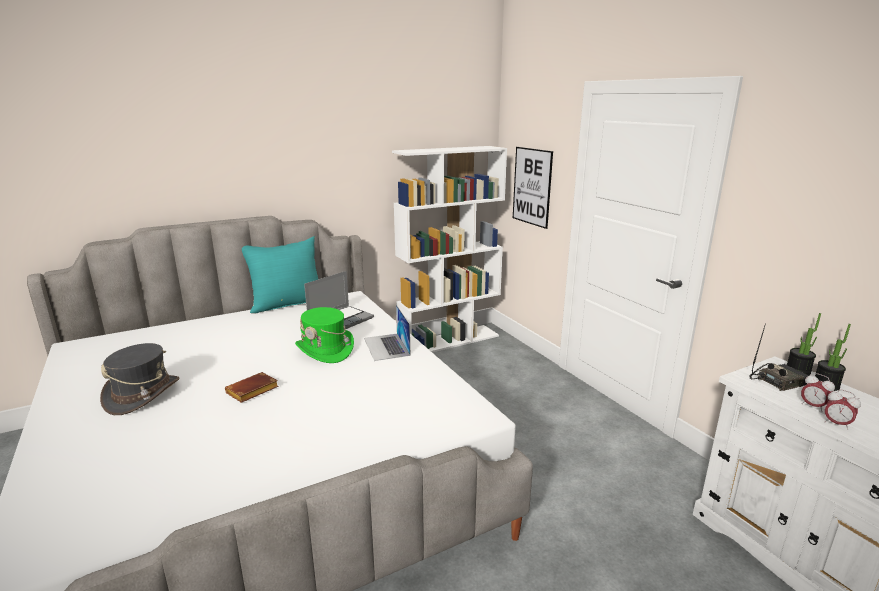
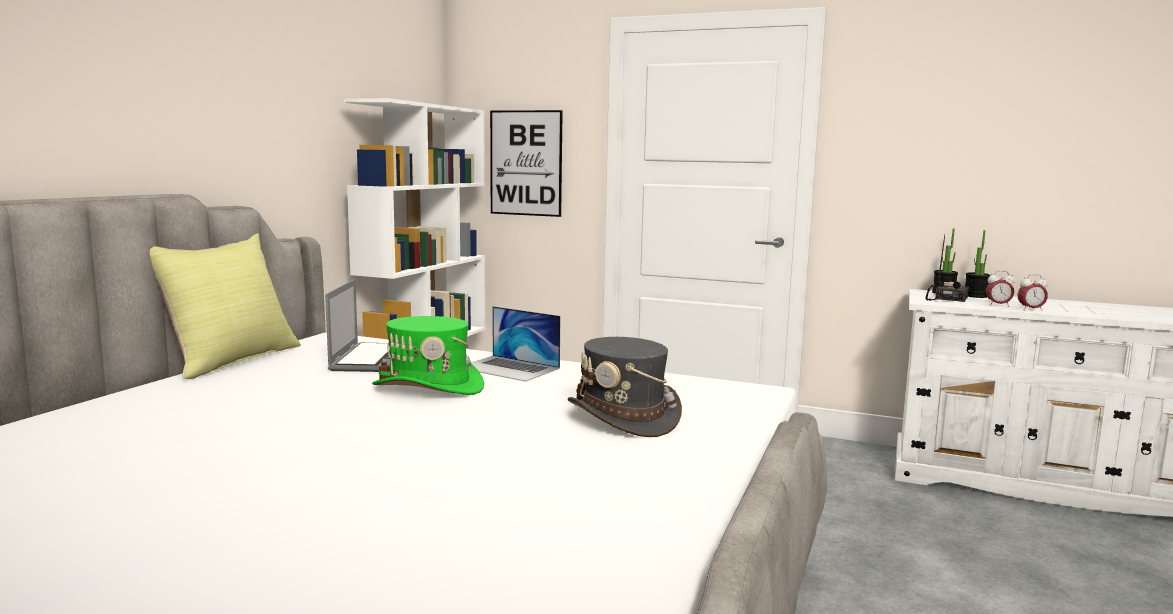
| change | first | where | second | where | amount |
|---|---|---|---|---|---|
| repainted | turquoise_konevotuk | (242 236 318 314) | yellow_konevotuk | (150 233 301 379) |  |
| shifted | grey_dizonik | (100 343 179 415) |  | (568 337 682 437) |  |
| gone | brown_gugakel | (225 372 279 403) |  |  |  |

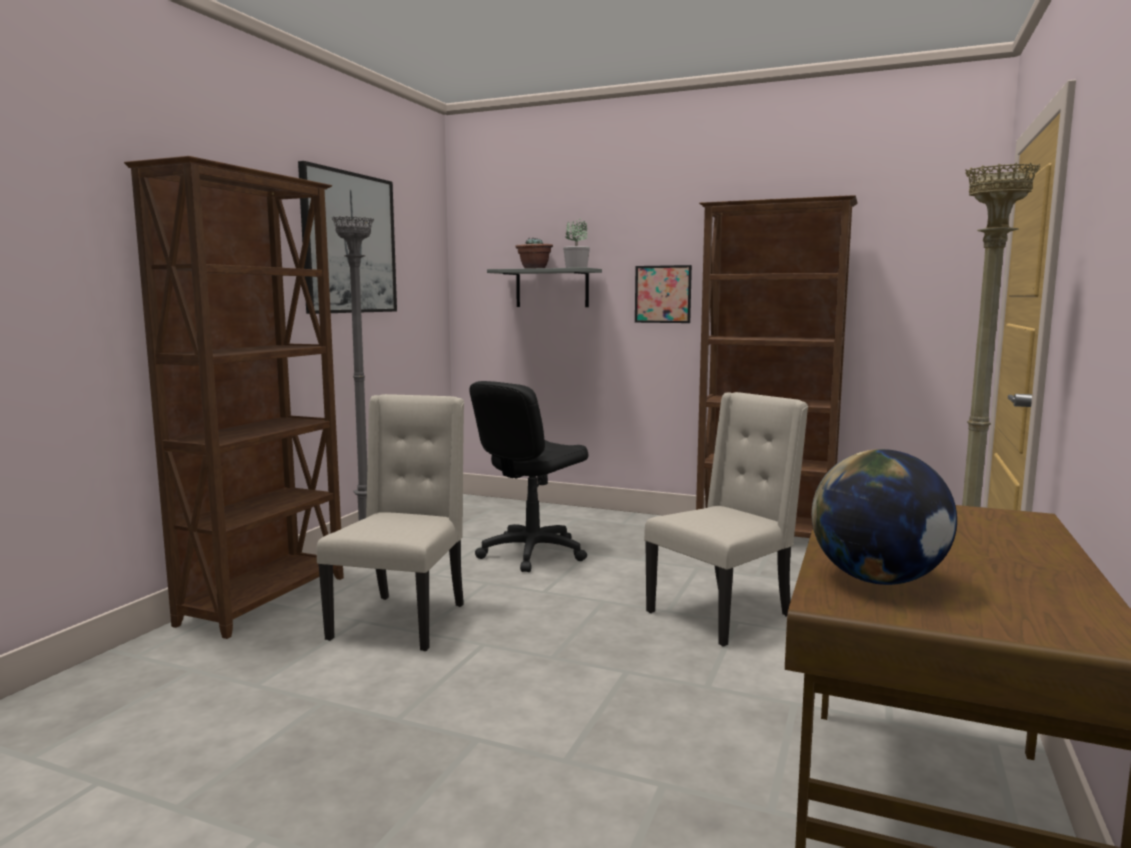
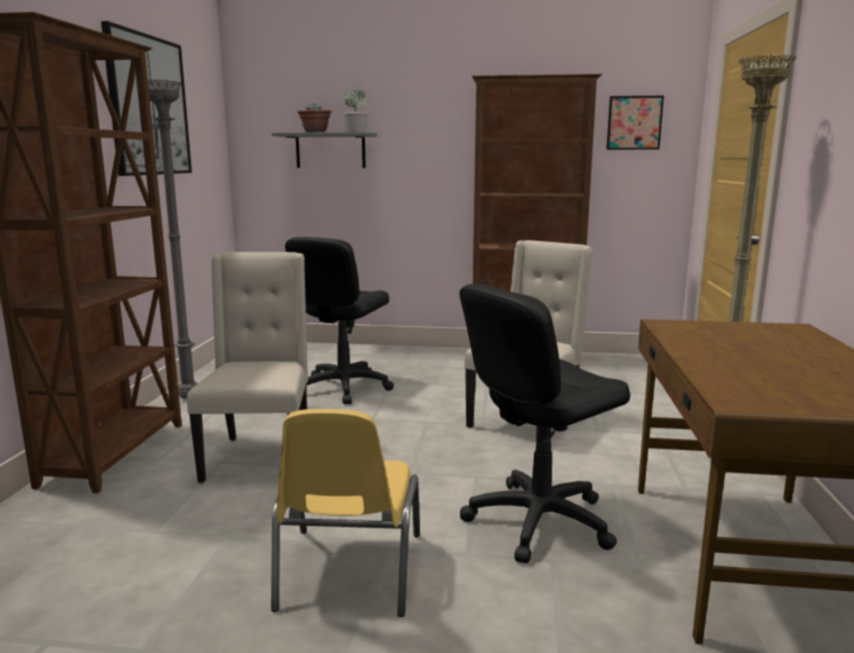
| change | first | where | second | where | amount |
|---|---|---|---|---|---|
| new |  |  | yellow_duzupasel | (271 409 420 617) |  |
| new |  |  | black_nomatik | (460 284 630 564) |  |
| shifted | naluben | (635 265 692 323) |  | (606 96 664 150) |  |
| gone | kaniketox | (812 449 957 585) |  |  |  |

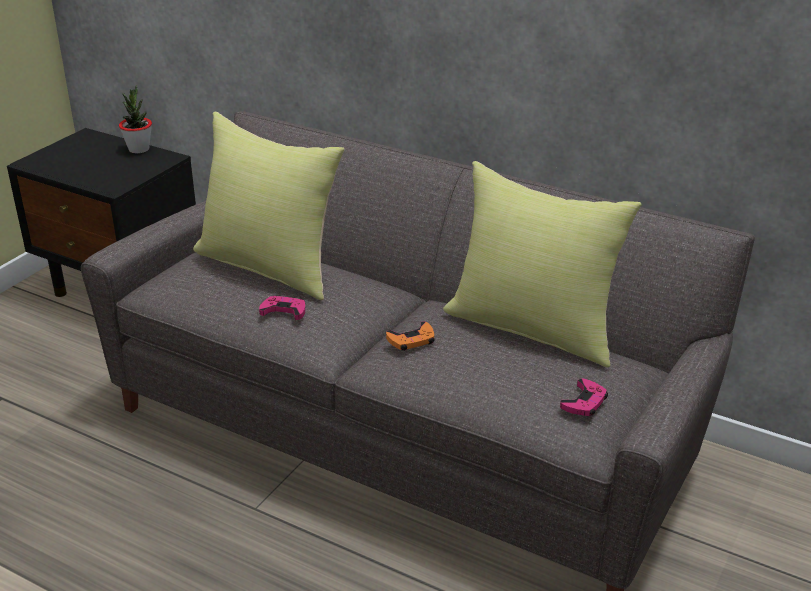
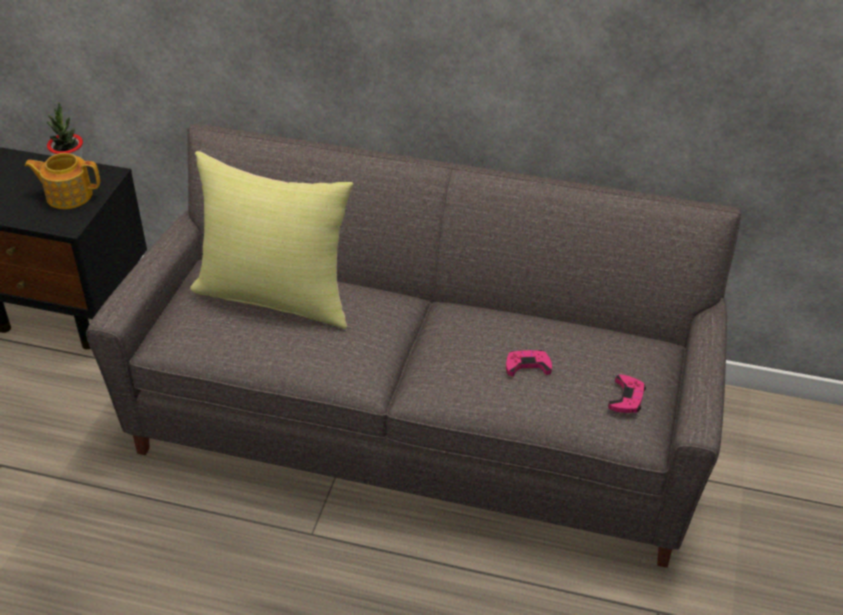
| change | first | where | second | where | amount |
|---|---|---|---|---|---|
| new |  |  | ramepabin | (24 153 100 209) |  |
| shifted | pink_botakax | (259 296 305 320) |  | (506 350 552 376) |  |
| gone | orange_botakax | (386 322 435 351) |  |  |  |
| gone | yellow_konevotuk | (443 161 642 368) |  |  |  |

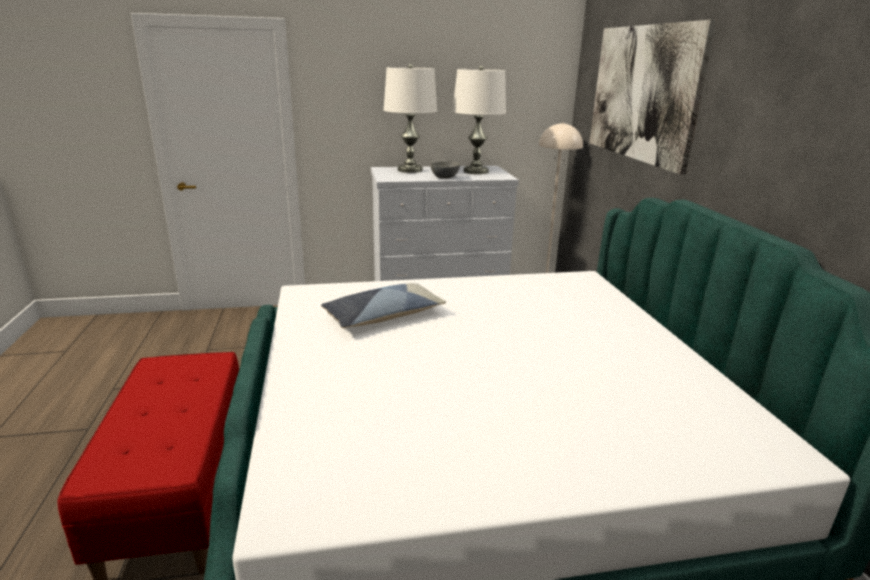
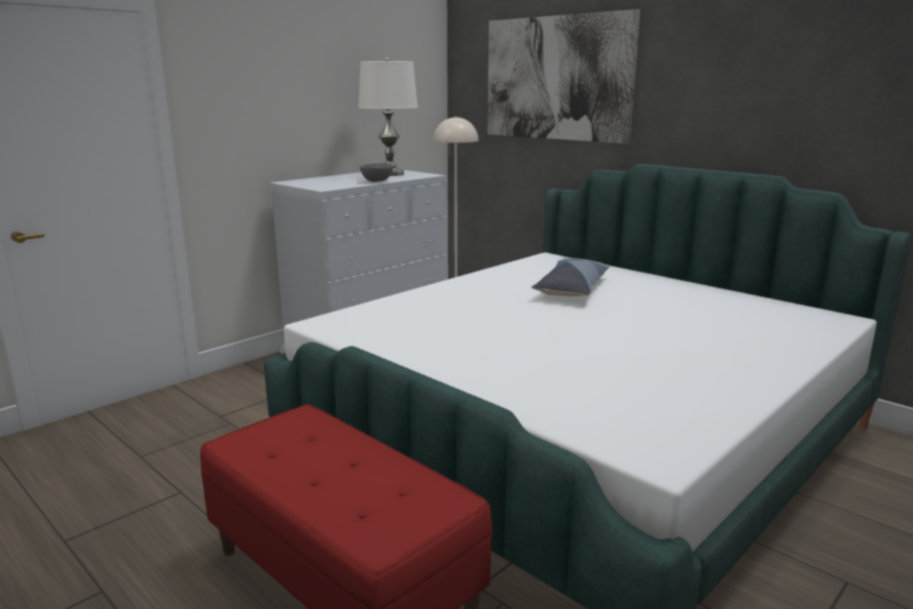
| change | first | where | second | where | amount |
|---|---|---|---|---|---|
| shifted | konevotuk | (321 283 446 328) |  | (531 258 610 296) |  |
| gone | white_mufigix | (383 64 437 173) |  |  |  |

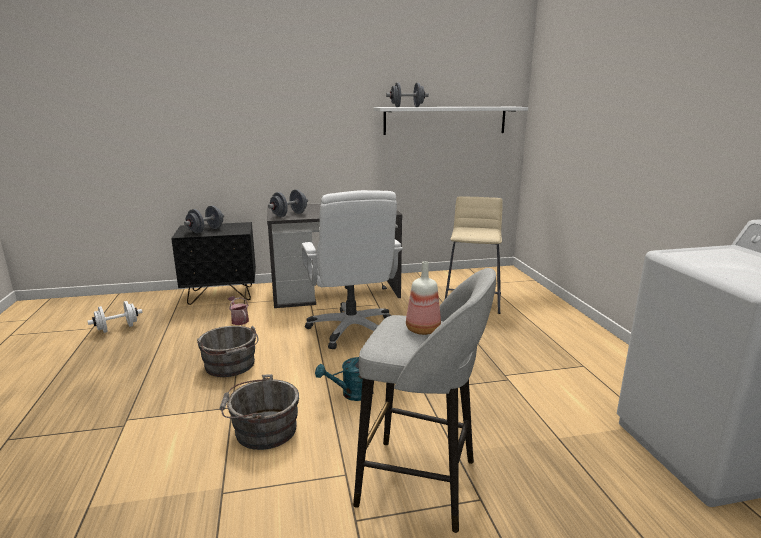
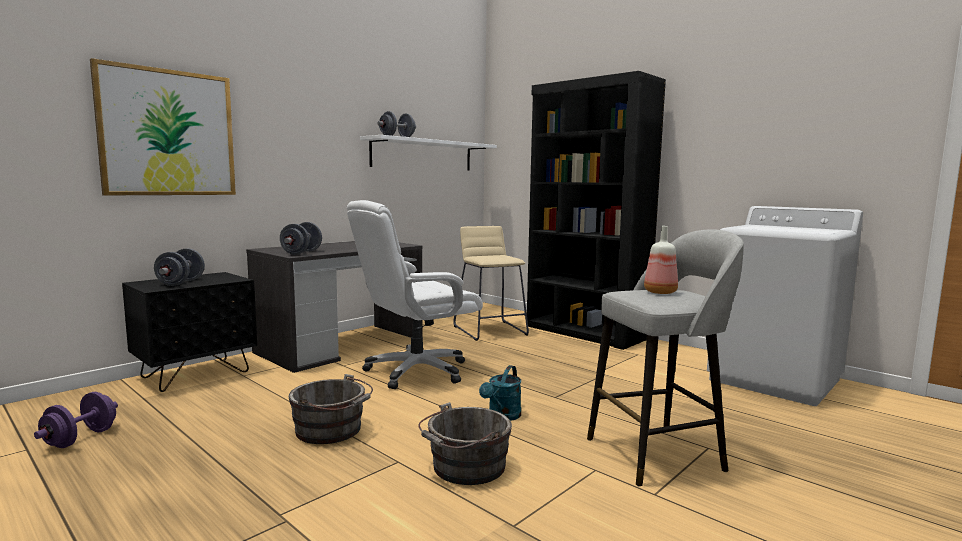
| change | first | where | second | where | amount |
|---|---|---|---|---|---|
| repainted | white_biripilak | (87 301 142 333) | purple_biripilak | (34 392 118 448) |  |
| new |  |  | naluben | (90 58 236 195) |  |
| rotated | white_nomatik | (301 190 403 349) |  | (347 200 483 389) | 105 degrees clockwise |
| new |  |  | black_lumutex | (527 71 666 350) |  |
| gone | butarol | (228 296 249 325) |  |  |  |

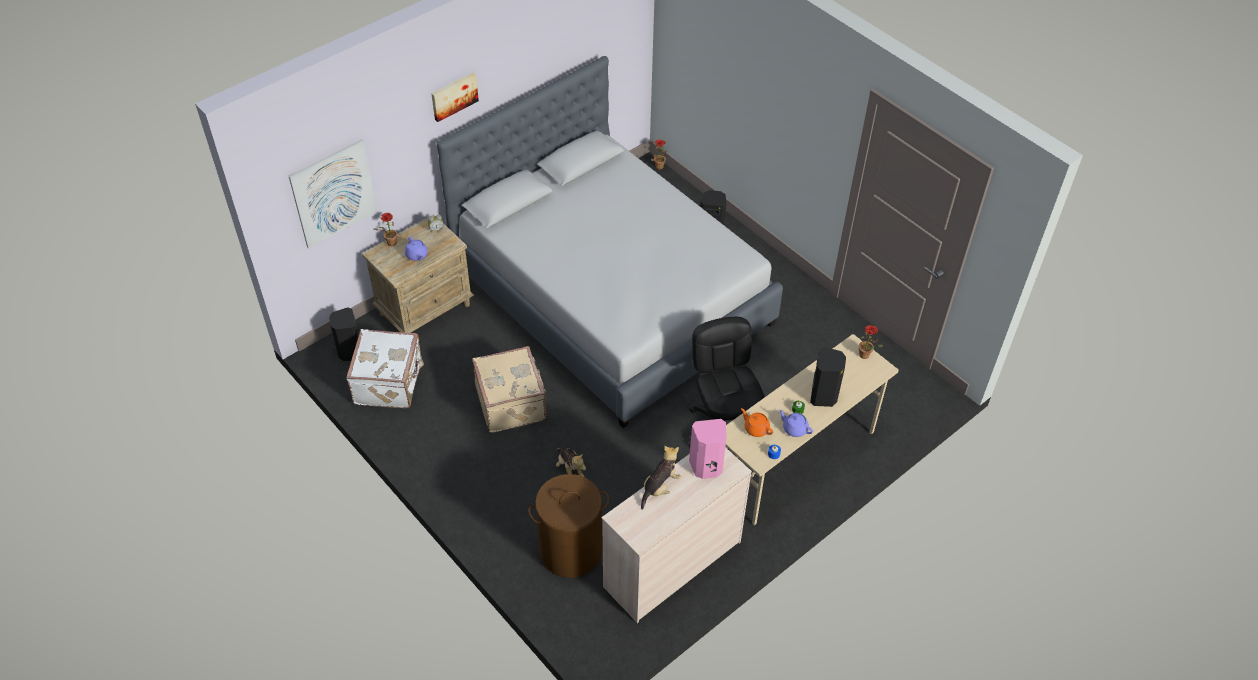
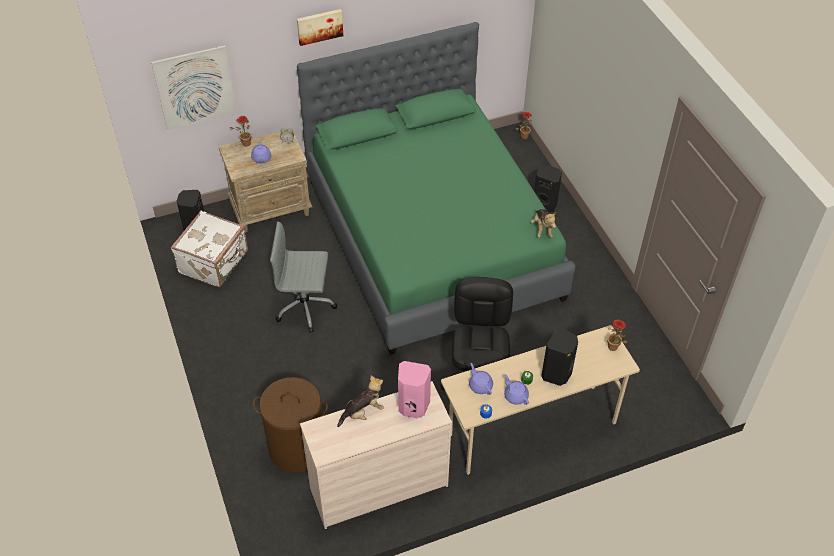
| change | first | where | second | where | amount |
|---|---|---|---|---|---|
| swapped | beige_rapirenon | (472 346 546 433) | grey_nomatik | (270 221 337 333) |  |
| repainted | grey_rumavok | (437 56 783 428) | green_rumavok | (297 22 575 355) |  |
| repainted | orange_ramepabin | (741 408 773 437) | purple_ramepabin | (469 363 493 395) |  |
| shifted | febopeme | (556 448 586 477) |  | (531 209 556 237) |  |

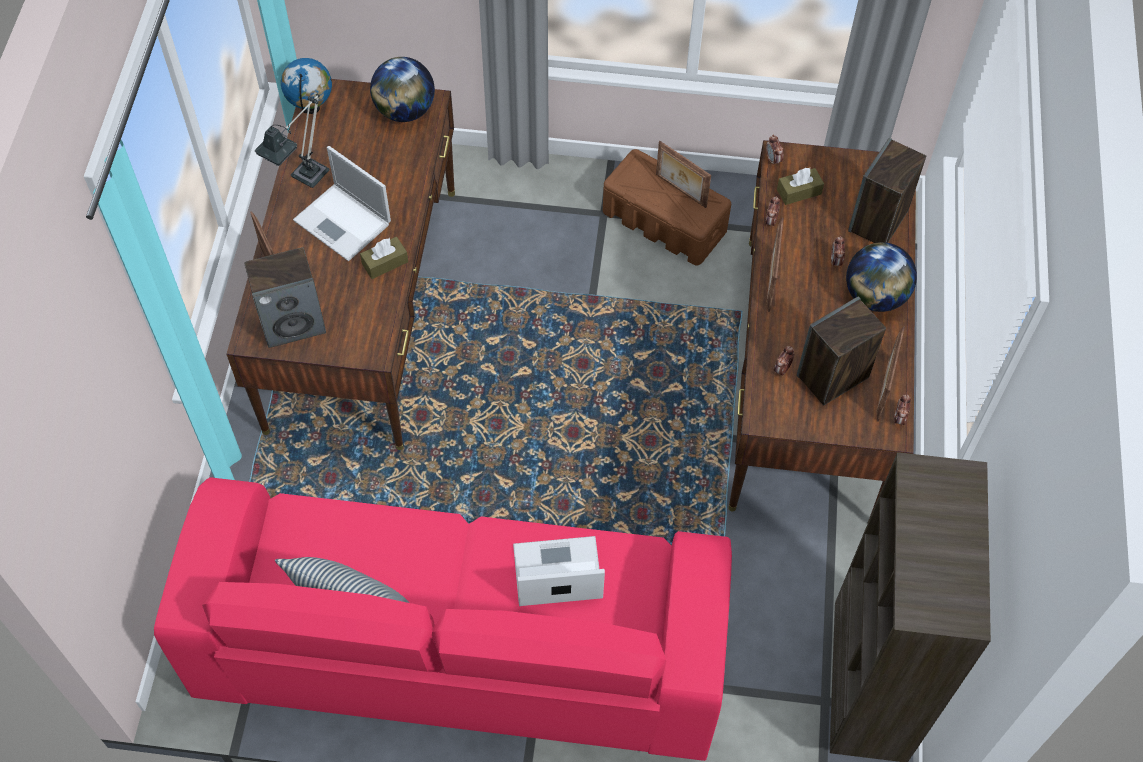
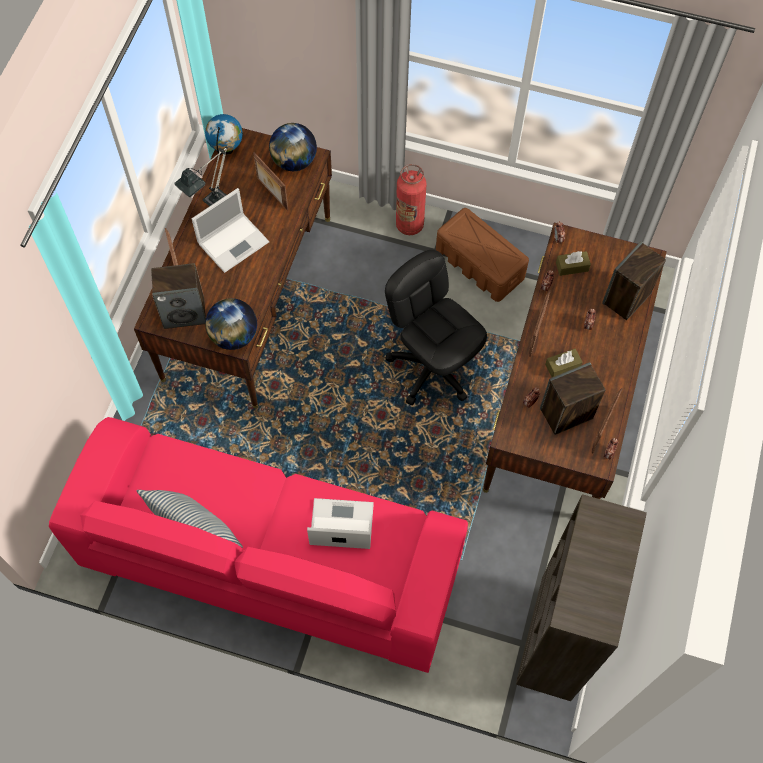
| change | first | where | second | where | amount |
|---|---|---|---|---|---|
| rotated | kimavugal | (293 146 391 261) |  | (192 188 269 273) | 90 degrees counterclockwise |
| shifted | kaniketox | (846 242 917 312) |  | (205 298 257 350) |  |
| shifted | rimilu | (656 141 711 208) |  | (253 152 288 210) |  |
| new |  |  | black_nomatik | (385 250 487 405) |  |
| new |  |  | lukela | (396 164 427 235) |  |
| shifted | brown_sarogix | (360 237 408 279) |  | (545 349 582 377) |  |

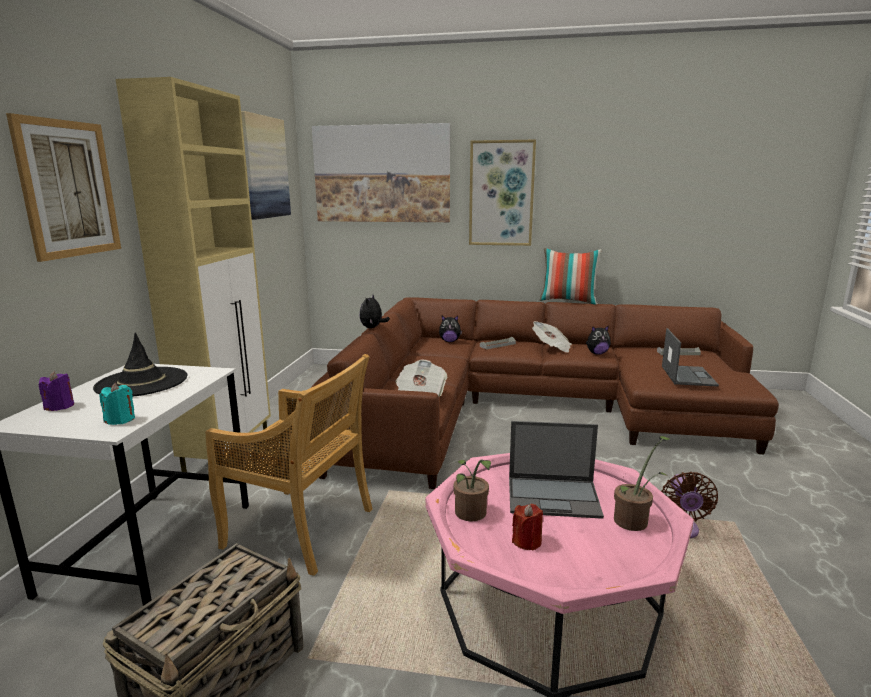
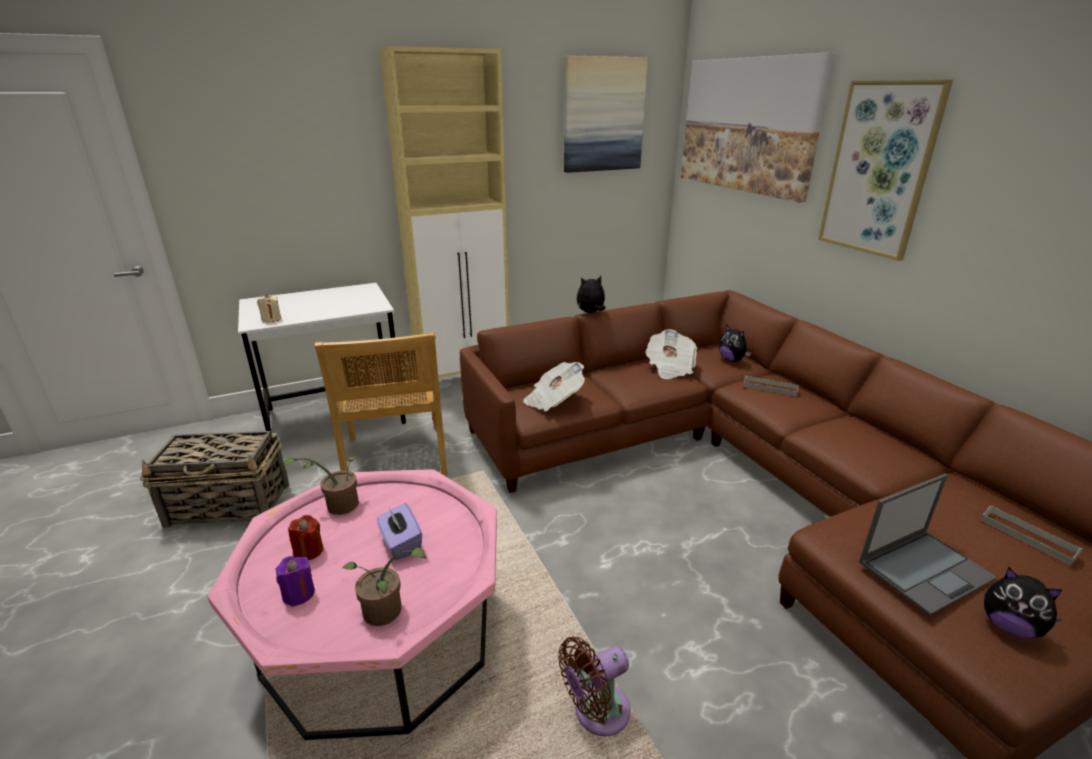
| change | first | where | second | where | amount |
|---|---|---|---|---|---|
| repainted | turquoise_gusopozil | (99 383 135 425) | beige_gusopozil | (257 294 281 322) |  |
| shifted | purple_gusopozil | (39 371 74 411) |  | (276 556 315 607) |  |
| swapped | kimavugal | (509 421 604 519) | purple_sarogix | (377 503 422 560) |  |
| shifted | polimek | (532 321 572 353) |  | (645 329 697 379) |  |
| shifted | febopeme | (586 325 611 355) |  | (984 567 1062 639) |  |
| gone | naluben | (6 113 121 262) |  |  |  |
| gone | black_dizonik | (93 333 187 396) |  |  |  |
| gone | konevotuk | (540 248 602 305) |  |  |  |

